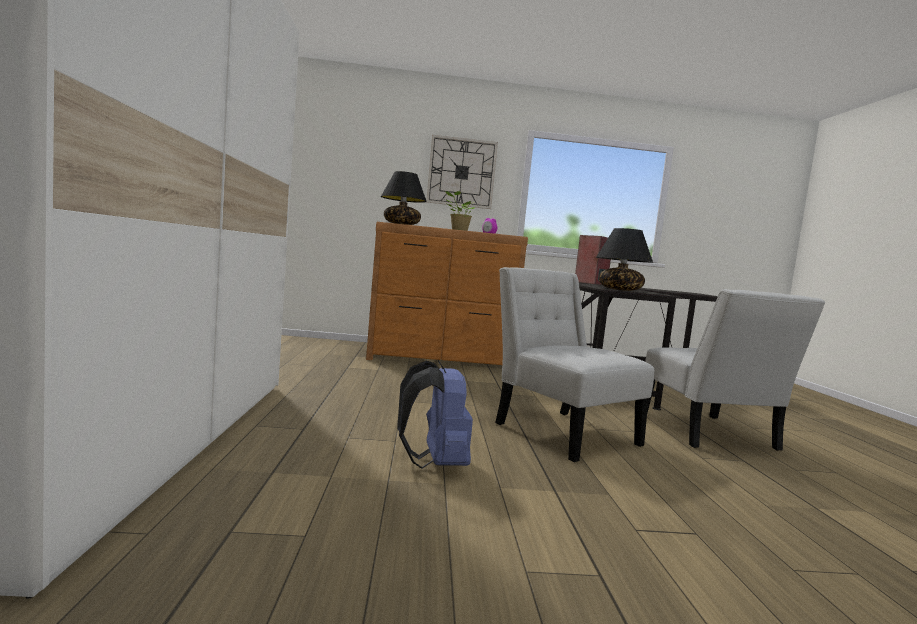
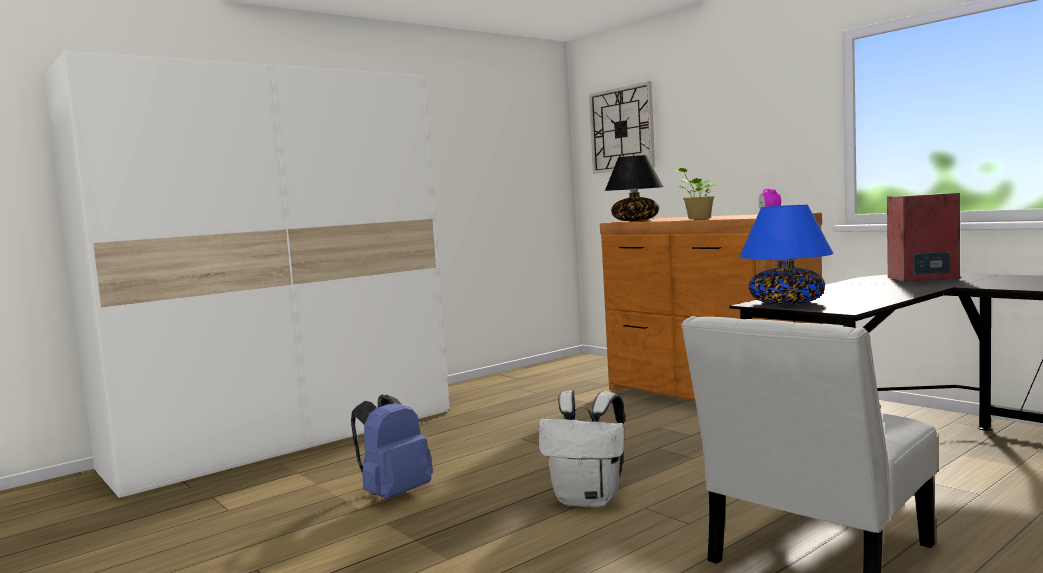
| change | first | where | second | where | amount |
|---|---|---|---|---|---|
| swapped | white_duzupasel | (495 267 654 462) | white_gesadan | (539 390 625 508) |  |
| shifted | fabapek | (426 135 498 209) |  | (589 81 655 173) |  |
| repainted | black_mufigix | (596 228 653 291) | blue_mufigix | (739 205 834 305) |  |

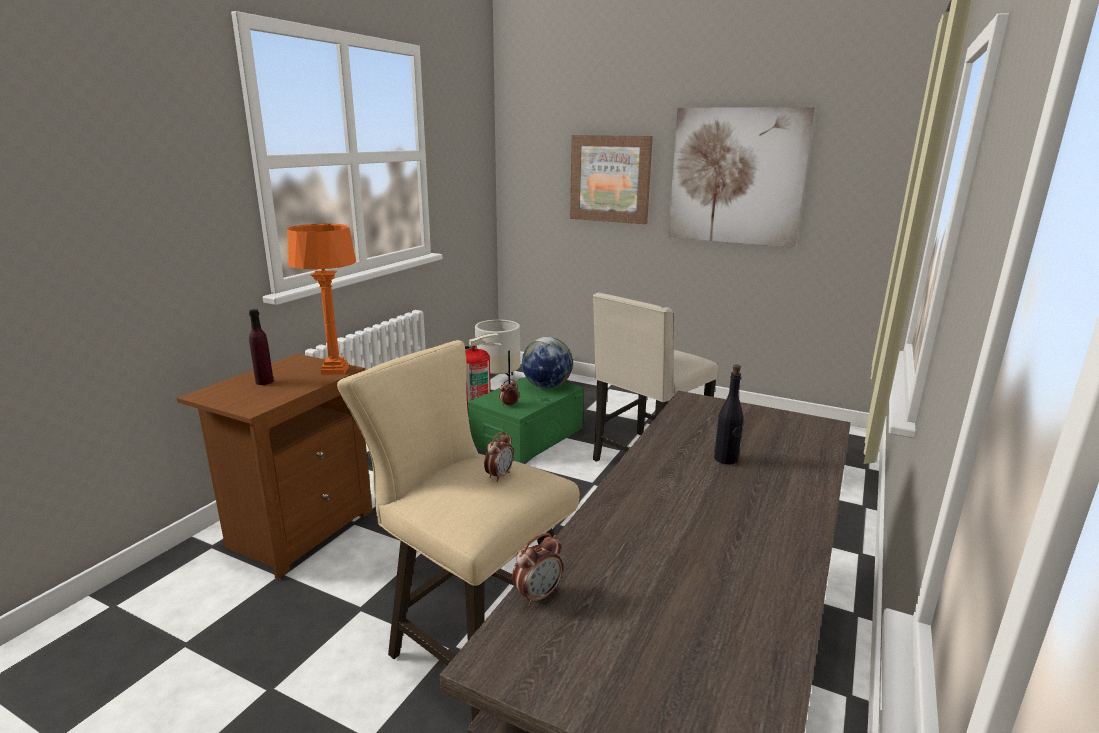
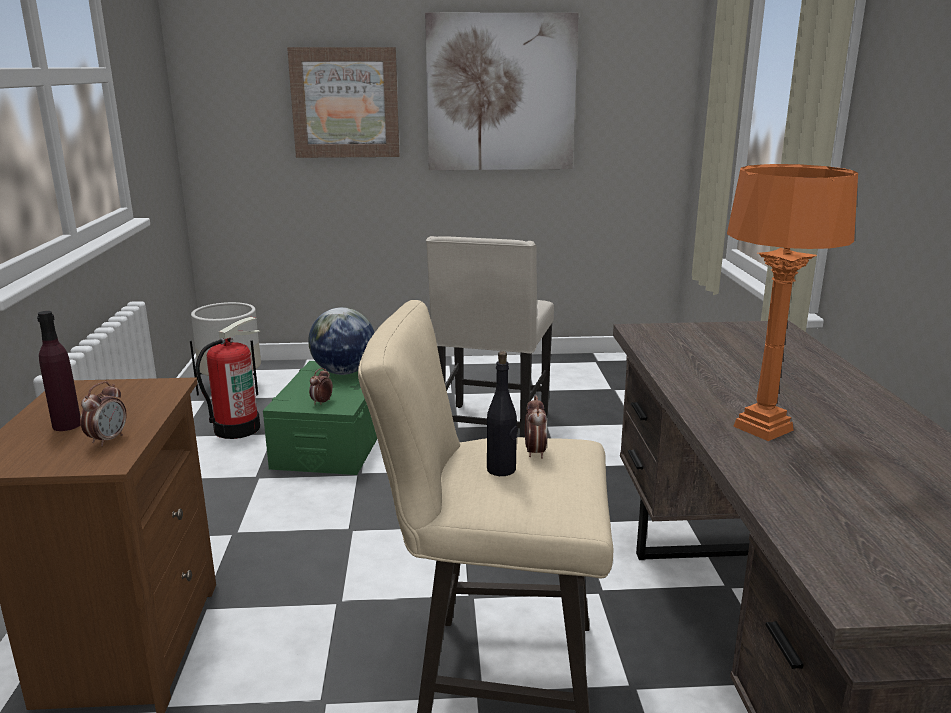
| change | first | where | second | where | amount |
|---|---|---|---|---|---|
| shifted | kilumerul | (512 533 563 607) |  | (80 381 126 447) |  |
| shifted | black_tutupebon | (714 365 743 464) |  | (487 351 518 476) |  |
| shifted | orange_mufigix | (287 224 356 375) |  | (727 164 858 441) |  |

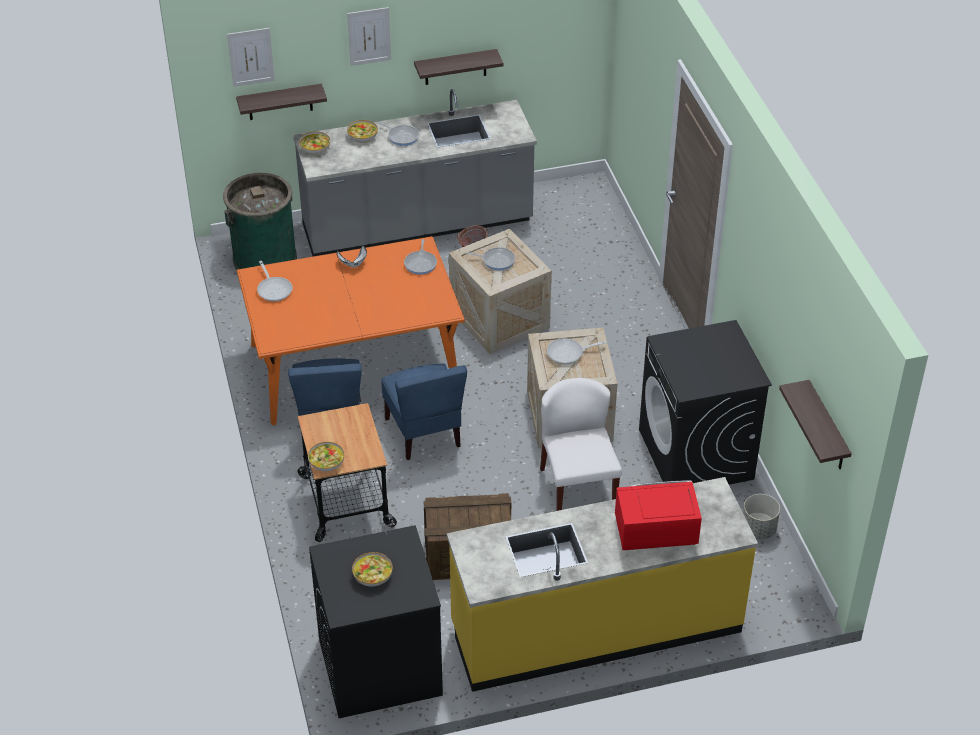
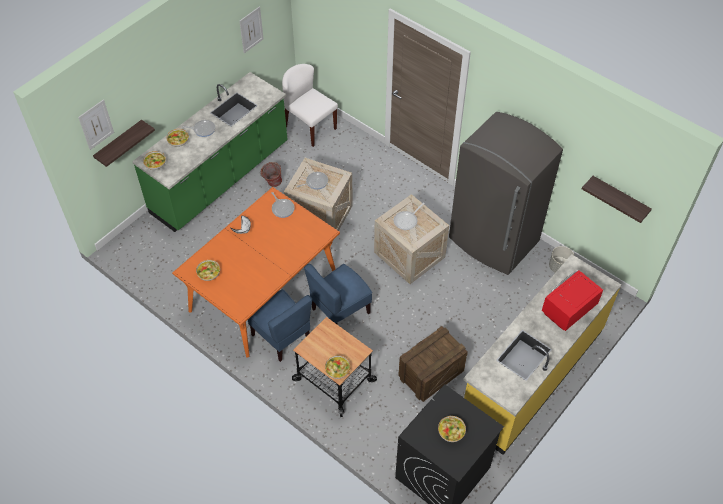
| change | first | where | second | where | amount |
|---|---|---|---|---|---|
| repainted | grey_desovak | (293 89 537 257) | green_desovak | (132 72 288 232) |  |
| swapped | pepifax | (257 261 293 302) | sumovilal | (196 260 220 281) |  |
| shifted | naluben | (347 7 391 66) |  | (239 6 264 53) |  |
| shifted | white_duzupasel | (540 378 622 511) |  | (282 64 338 147) |  |
| rotated | blue_duzupasel | (381 364 467 460) |  | (304 264 372 325) | 105 degrees clockwise |
| swapped | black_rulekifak | (639 320 772 485) | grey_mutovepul | (449 112 563 275) |  |
| gone | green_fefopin | (223 173 297 270) |  |  |  |
| gone | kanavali | (414 49 504 85) |  |  |  |

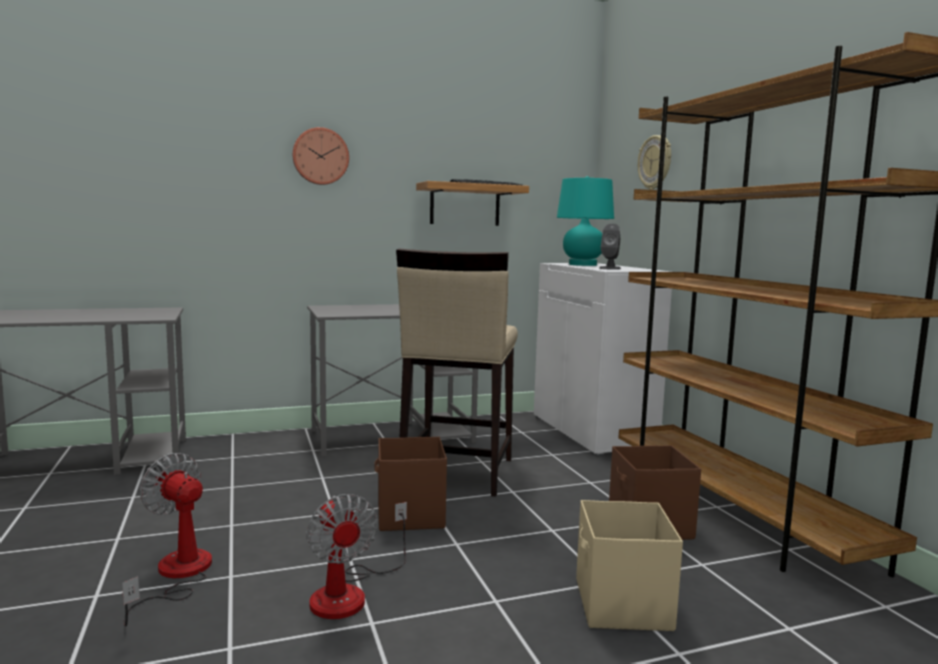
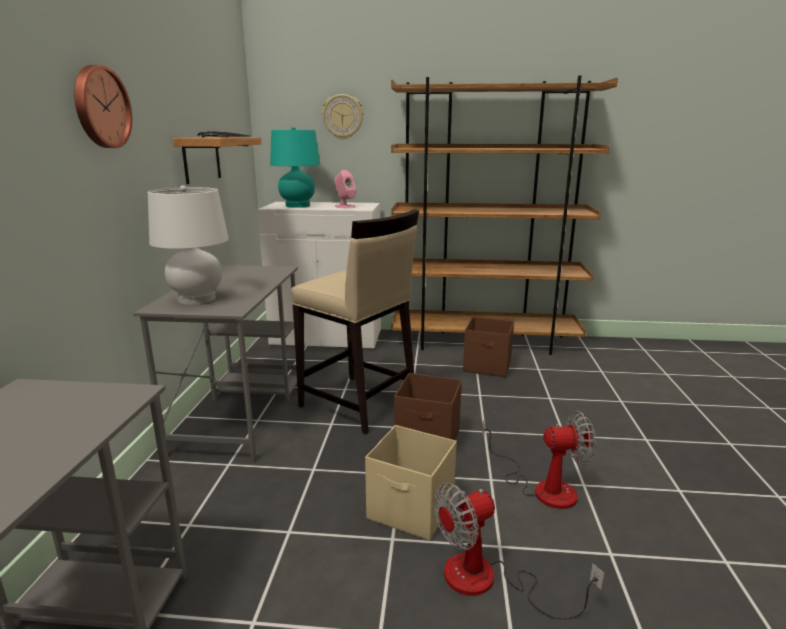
| change | first | where | second | where | amount |
|---|---|---|---|---|---|
| new |  |  | white_mufigix | (148 185 229 305) |  |
| repainted | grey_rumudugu | (599 223 621 270) | pink_rumudugu | (334 170 357 208) |  |
| shifted | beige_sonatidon | (576 500 683 631) |  | (365 425 457 541) |  |

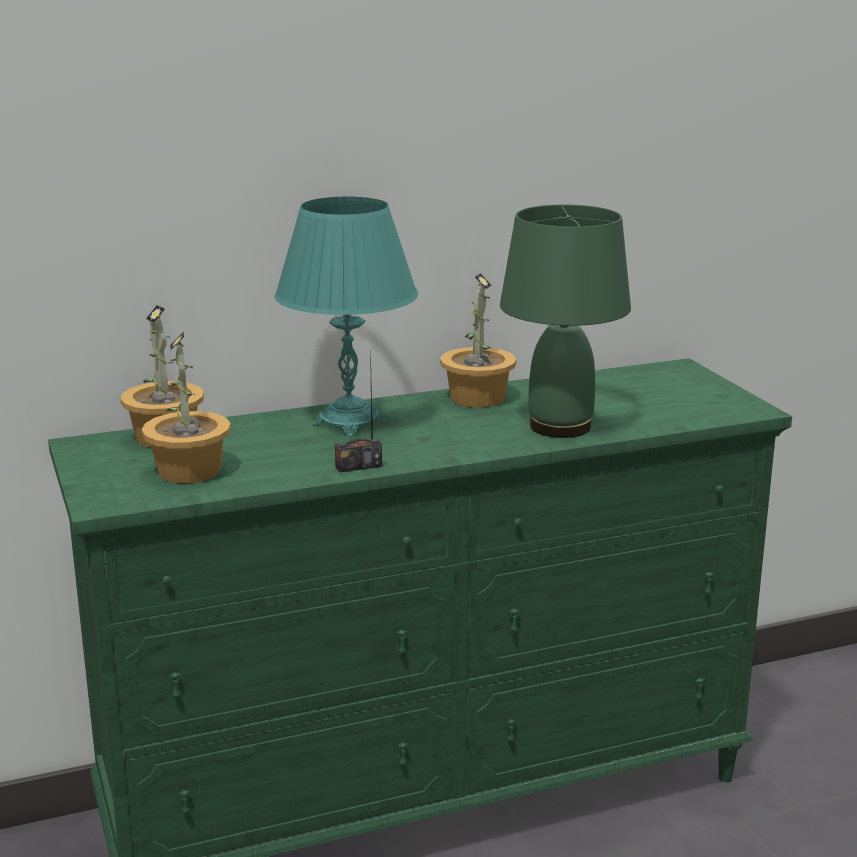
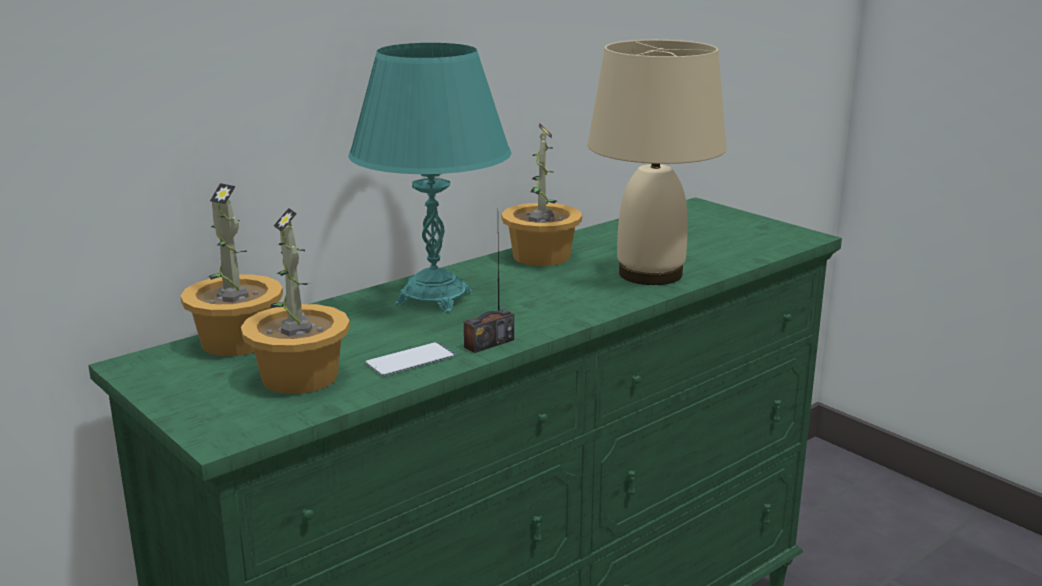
| change | first | where | second | where | amount |
|---|---|---|---|---|---|
| new |  |  | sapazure | (365 342 455 376) |  |
| repainted | green_mufigix | (500 204 631 438) | beige_mufigix | (588 40 727 285) |  |

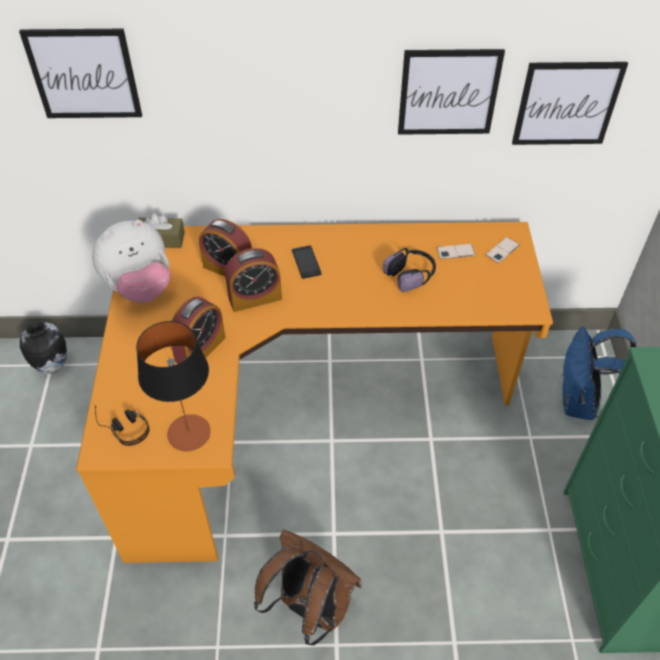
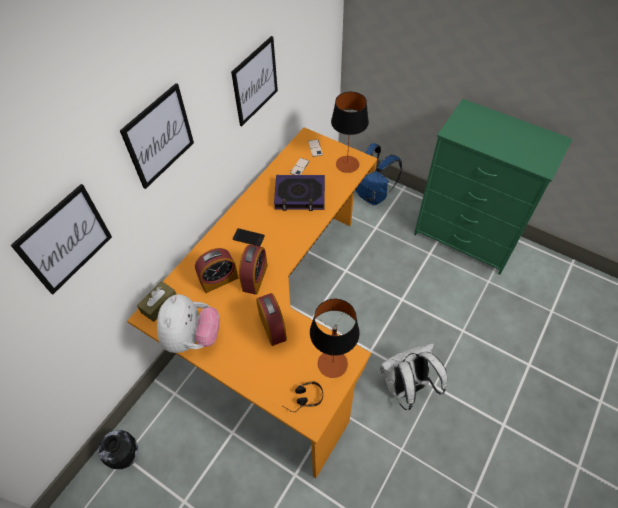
| change | first | where | second | where | amount |
|---|---|---|---|---|---|
| shifted | naluben | (512 62 628 145) |  | (120 83 194 189) |  |
| swapped | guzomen | (383 248 436 292) | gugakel | (274 175 325 211) |  |
| new |  |  | mufigix | (331 92 369 173) |  |
| repainted | brown_gesadan | (254 530 362 646) | white_gesadan | (380 343 447 410) |  |

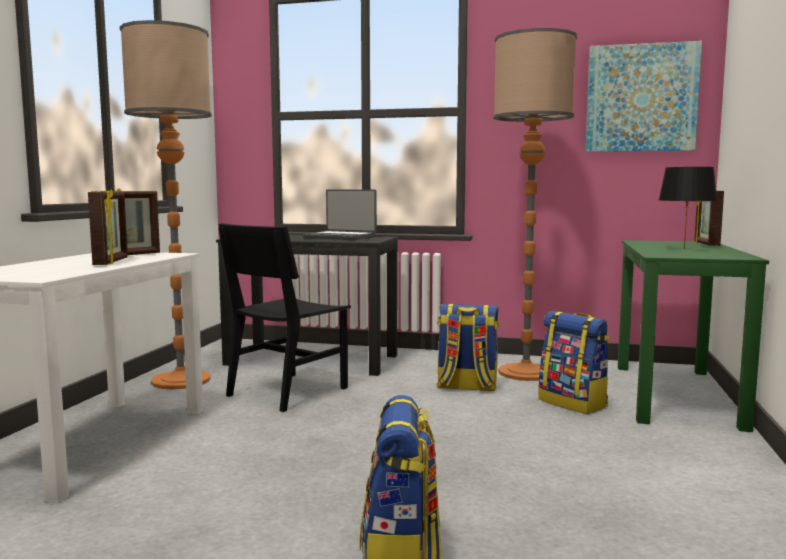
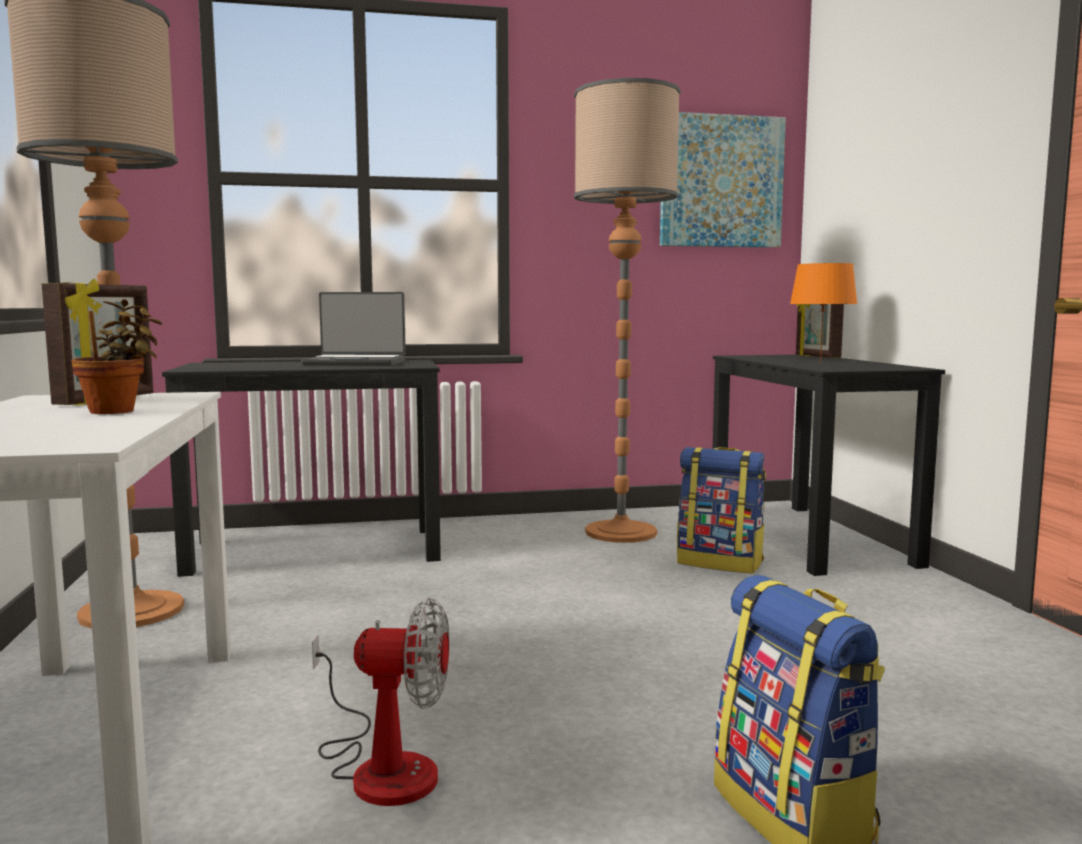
| change | first | where | second | where | amount |
|---|---|---|---|---|---|
| swapped | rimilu | (88 189 128 265) | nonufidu | (72 300 162 414) |  |
| new |  |  | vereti | (312 598 449 806) |  |
| repainted | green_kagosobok | (618 240 769 432) | black_kagosobok | (712 355 945 576) |  |
| repainted | black_mufigix | (659 167 717 249) | orange_mufigix | (790 263 858 362) |  |
| gone | black_duzupasel | (218 223 351 412) |  |  |  |
| gone | gesadan | (437 304 499 391) |  |  |  |

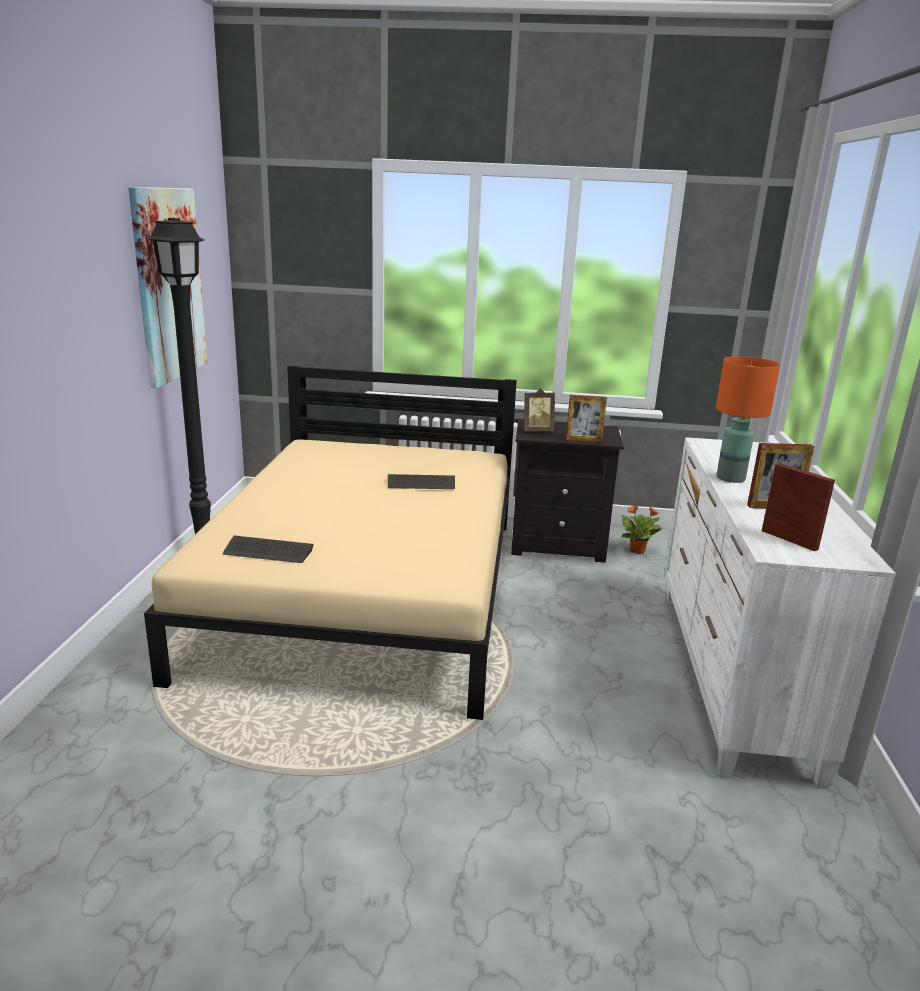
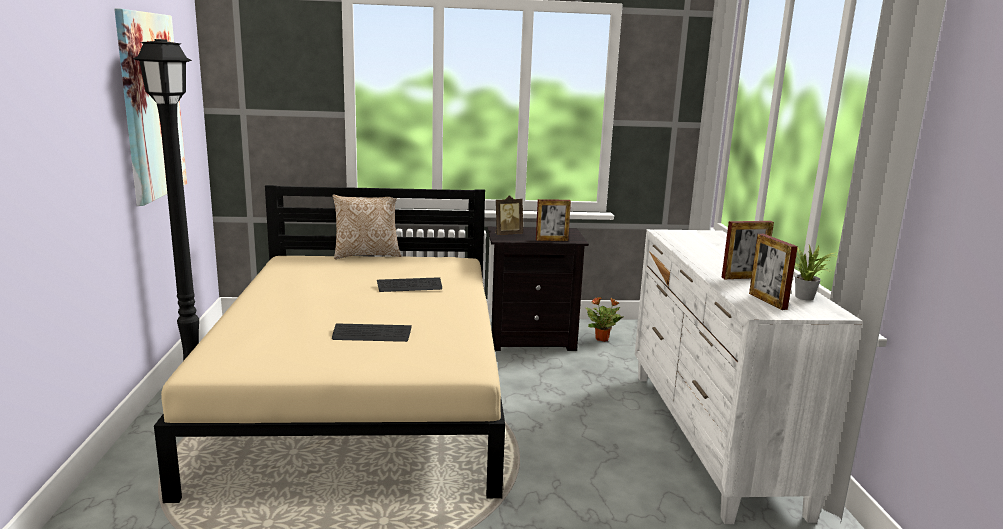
| change | first | where | second | where | amount |
|---|---|---|---|---|---|
| new |  |  | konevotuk | (332 194 401 259) |  |
| shifted | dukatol | (223 535 314 563) |  | (332 323 412 342) |  |
| rotated | rimilu | (762 463 835 551) |  | (749 234 798 310) | 150 degrees counterclockwise |
| new |  |  | nonufidu | (795 245 838 300) |  |
| gone | orange_mufigix | (716 356 780 483) |  |  |  |

